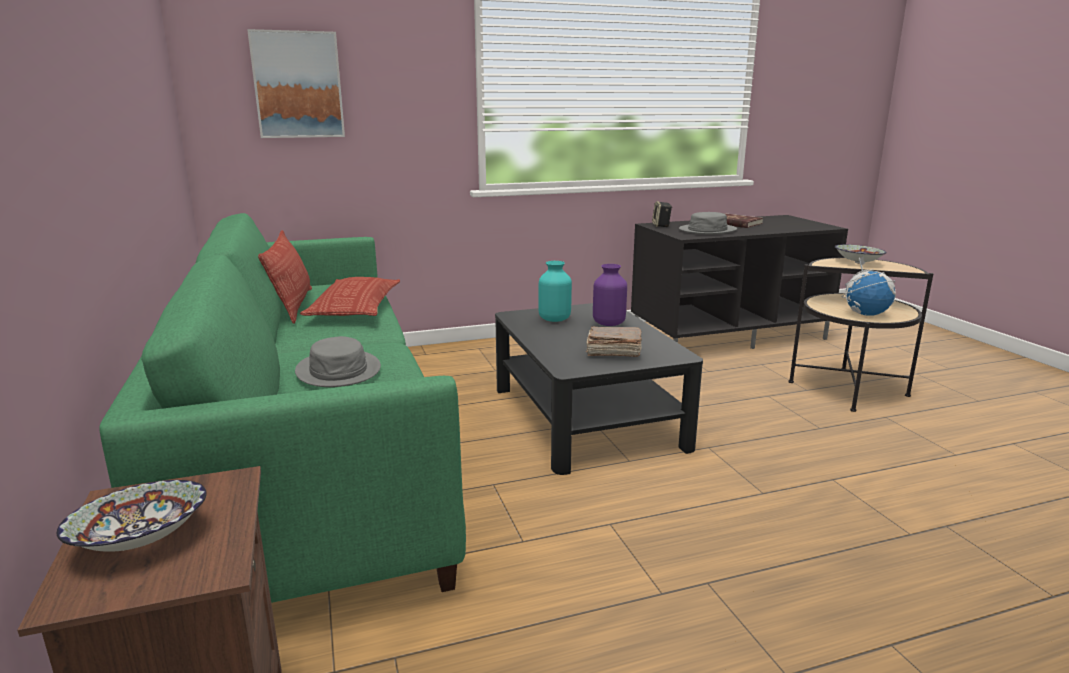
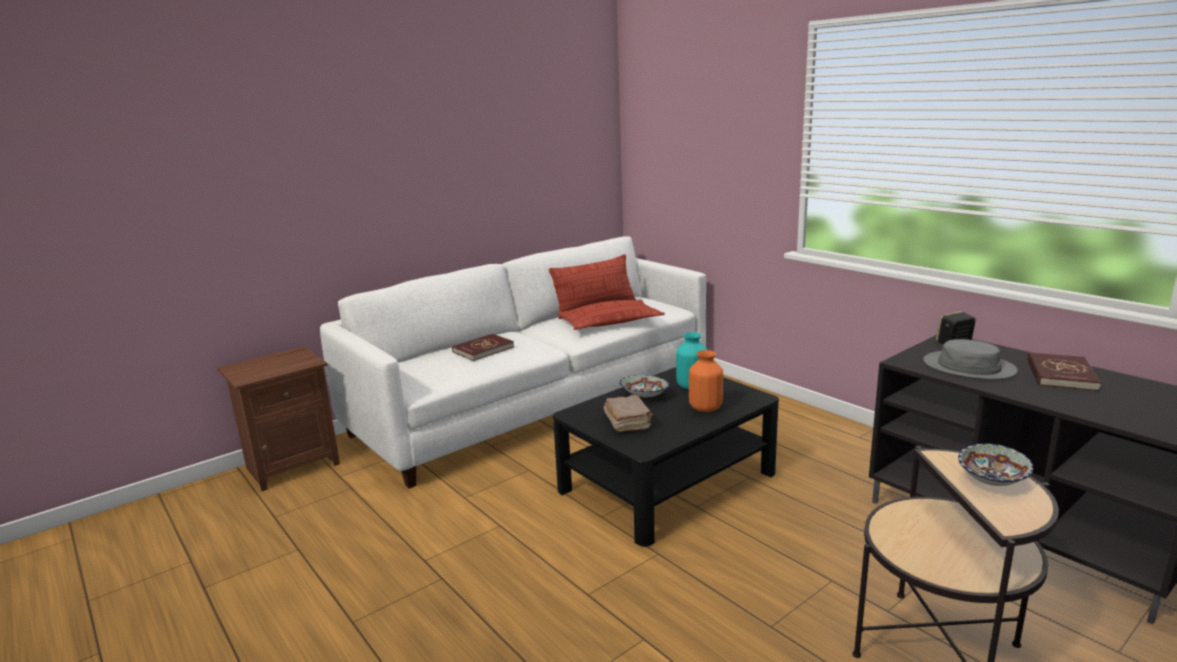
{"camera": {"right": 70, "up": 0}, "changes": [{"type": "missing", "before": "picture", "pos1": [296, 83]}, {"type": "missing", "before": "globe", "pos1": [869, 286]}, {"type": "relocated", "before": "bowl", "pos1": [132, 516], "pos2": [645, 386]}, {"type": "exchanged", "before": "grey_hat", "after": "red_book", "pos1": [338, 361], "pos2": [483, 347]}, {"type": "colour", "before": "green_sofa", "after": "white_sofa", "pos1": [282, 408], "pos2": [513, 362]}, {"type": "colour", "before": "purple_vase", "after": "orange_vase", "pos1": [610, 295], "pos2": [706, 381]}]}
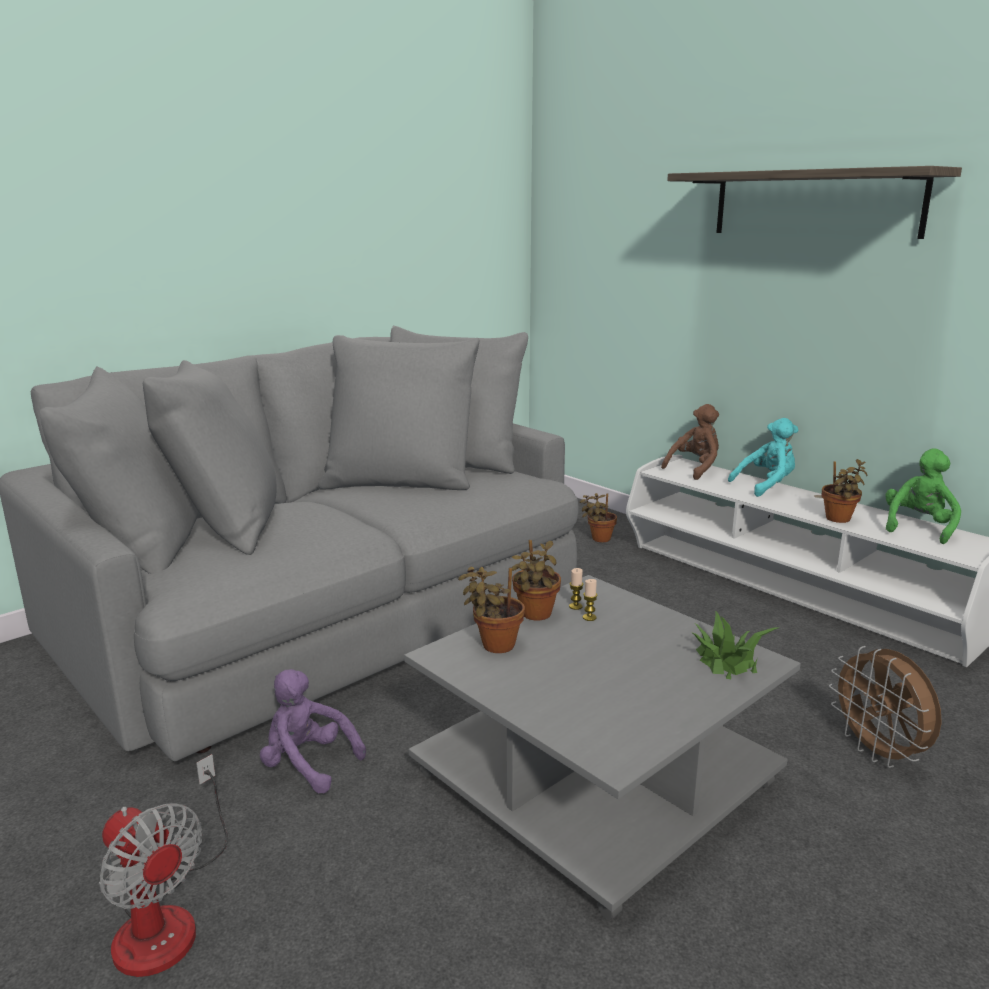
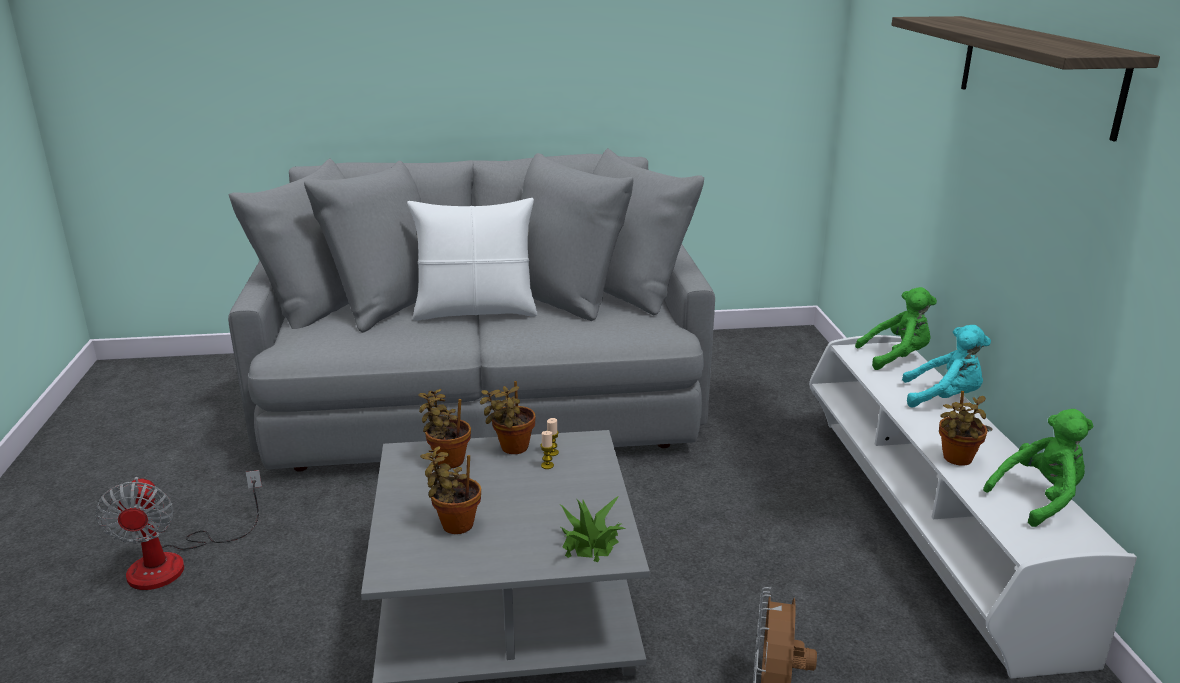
{"camera": {"right": 35, "up": 5}, "changes": [{"type": "missing", "before": "purple_plush_toy", "pos1": [313, 731]}, {"type": "appeared", "after": "white_pillow", "pos2": [472, 259]}, {"type": "relocated", "before": "potted_plant", "pos1": [598, 517], "pos2": [450, 490]}, {"type": "colour", "before": "brown_plush_toy", "after": "green_plush_toy", "pos1": [690, 442], "pos2": [896, 328]}]}
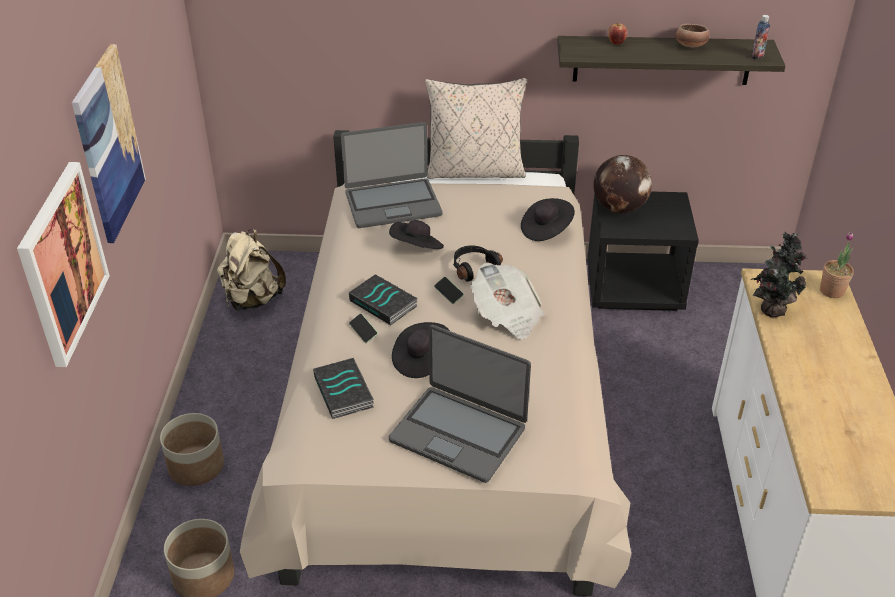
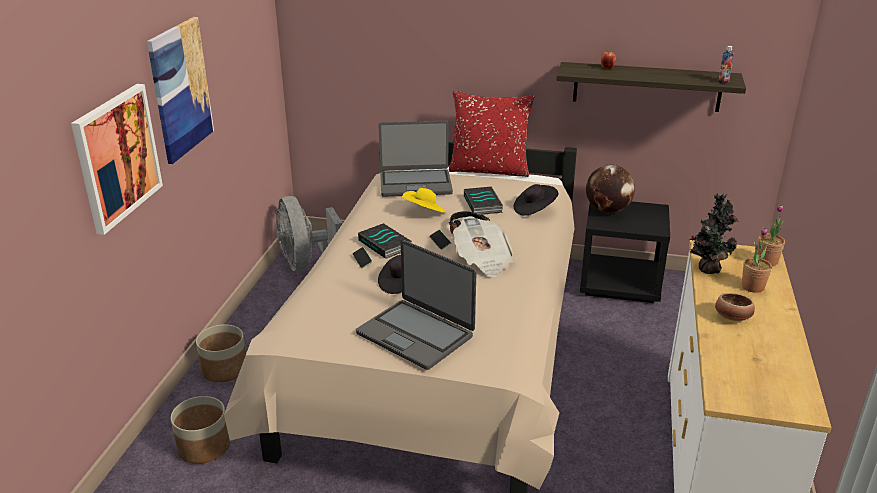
{"camera": {"right": 10, "up": -10}, "changes": [{"type": "appeared", "after": "potted_plant", "pos2": [757, 260]}, {"type": "relocated", "before": "book", "pos1": [343, 388], "pos2": [483, 200]}, {"type": "relocated", "before": "bowl", "pos1": [692, 35], "pos2": [735, 307]}, {"type": "exchanged", "before": "beige_backpack", "after": "grey_fan", "pos1": [251, 270], "pos2": [309, 234]}, {"type": "colour", "before": "black_hat", "after": "yellow_hat", "pos1": [416, 234], "pos2": [424, 200]}, {"type": "colour", "before": "beige_pillow", "after": "red_pillow", "pos1": [476, 128], "pos2": [491, 134]}]}
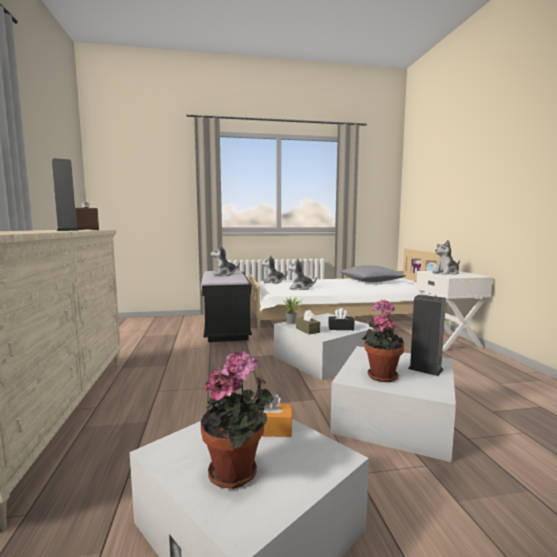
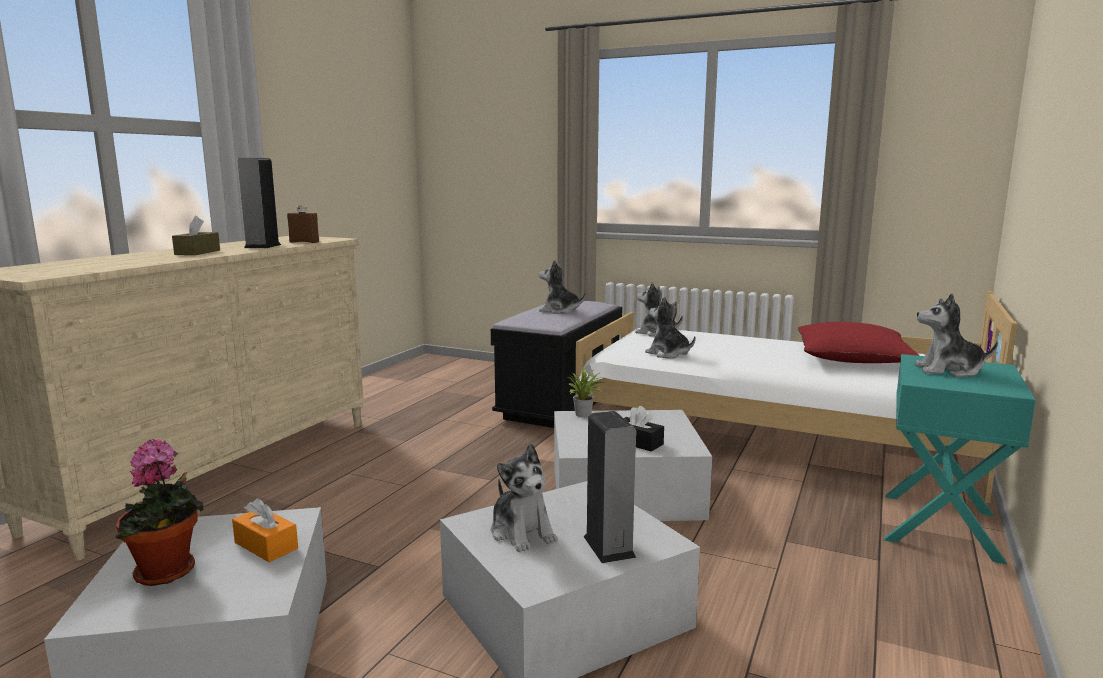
{"camera": {"right": 35, "up": 5}, "changes": [{"type": "relocated", "before": "brown_tissue_box", "pos1": [308, 322], "pos2": [196, 235]}, {"type": "exchanged", "before": "potted_plant", "after": "plush_toy", "pos1": [383, 341], "pos2": [524, 498]}, {"type": "colour", "before": "grey_pillow", "after": "red_pillow", "pos1": [373, 273], "pos2": [858, 342]}, {"type": "colour", "before": "white_nightstand", "after": "turquoise_nightstand", "pos1": [454, 311], "pos2": [960, 459]}]}
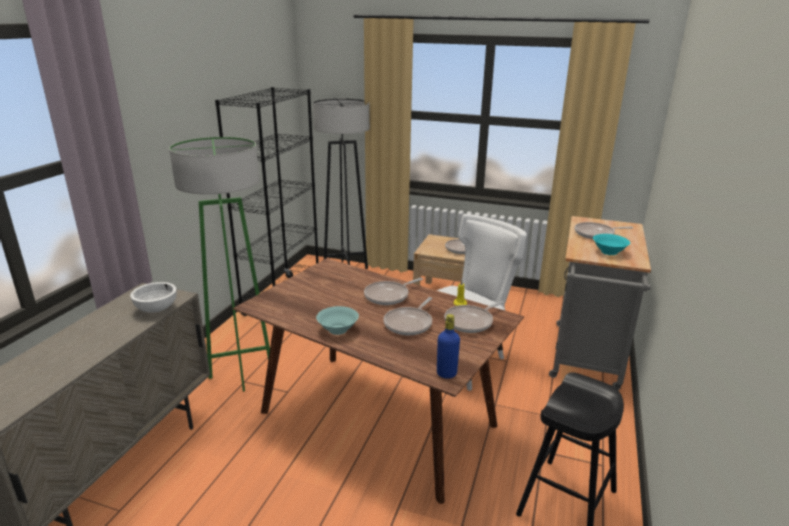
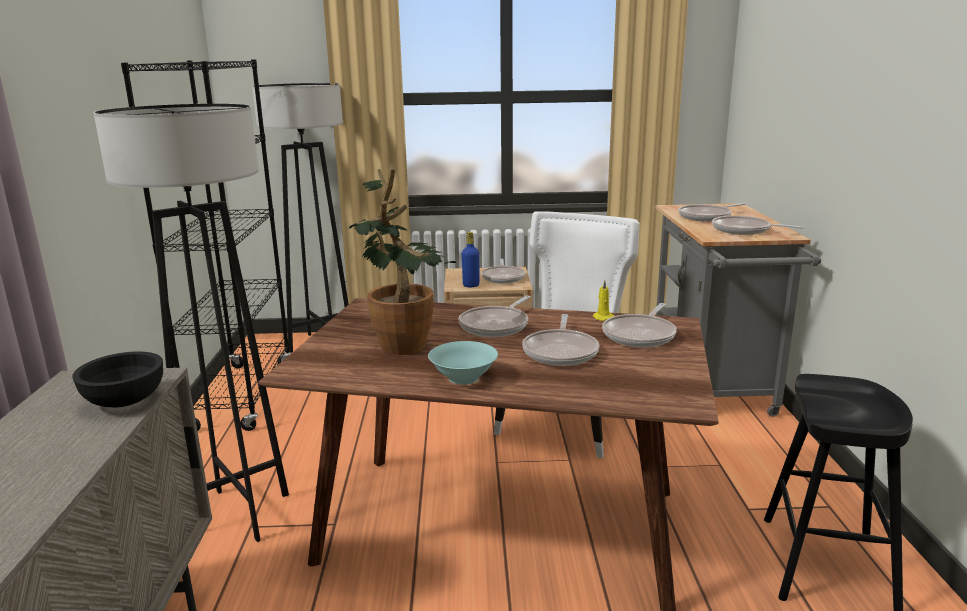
{"camera": {"right": -20, "up": -5}, "changes": [{"type": "appeared", "after": "potted_plant", "pos2": [403, 262]}, {"type": "relocated", "before": "blue_bottle", "pos1": [448, 346], "pos2": [470, 259]}, {"type": "exchanged", "before": "turquoise_bowl", "after": "frying_pan", "pos1": [611, 244], "pos2": [758, 225]}, {"type": "colour", "before": "white_bowl", "after": "black_bowl", "pos1": [153, 297], "pos2": [117, 379]}, {"type": "colour", "before": "green_floor_lamp", "after": "grey_floor_lamp", "pos1": [219, 264], "pos2": [191, 323]}]}
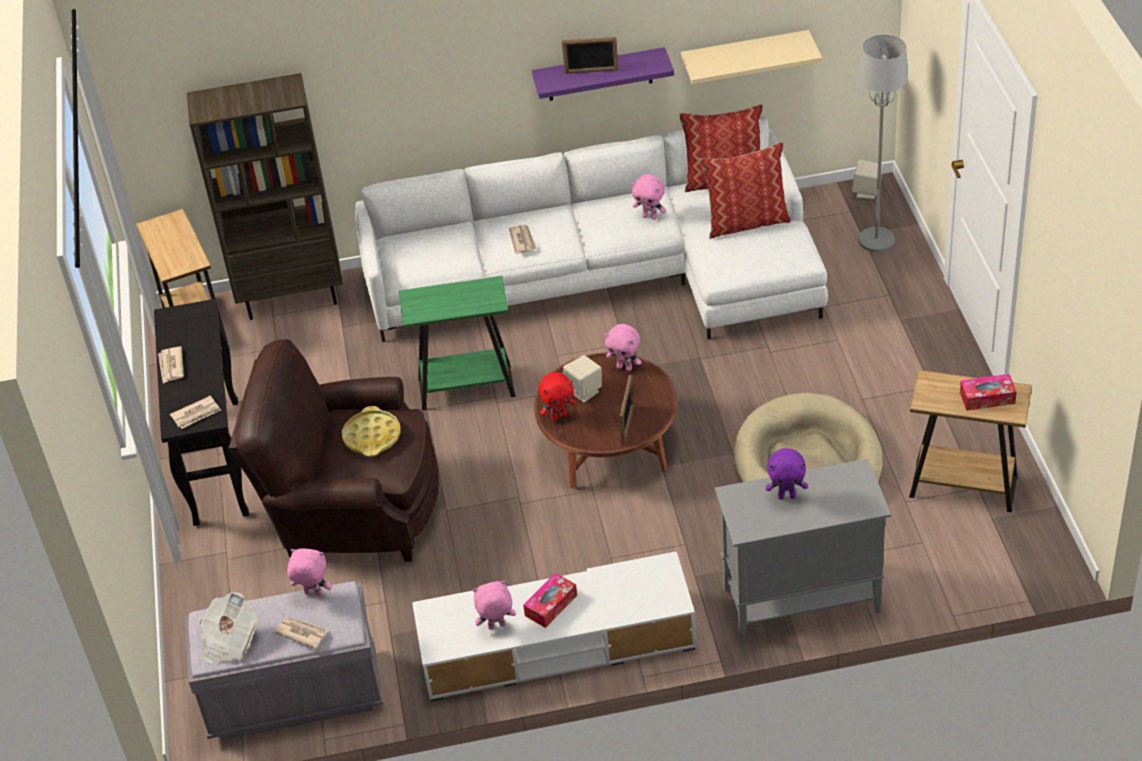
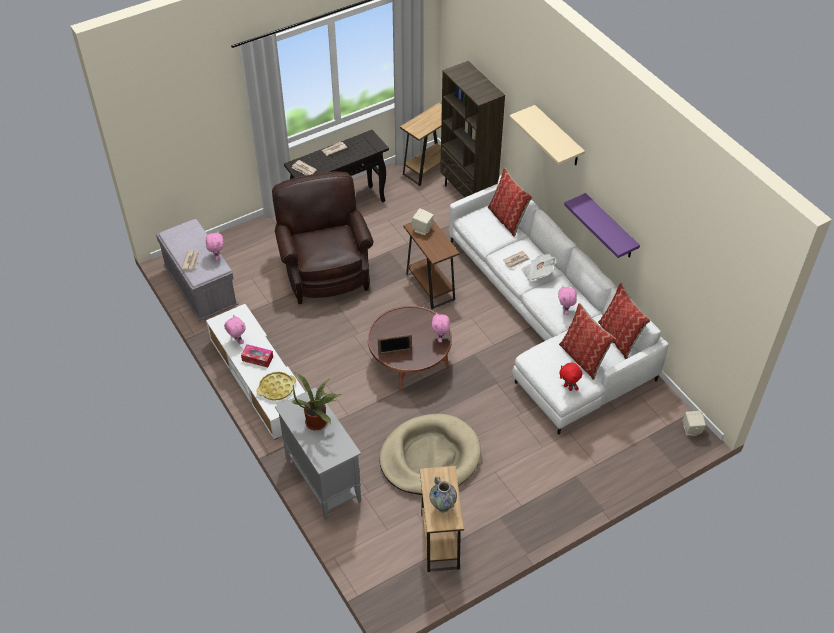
{"camera": {"right": 65, "up": 5}, "changes": [{"type": "missing", "before": "picture_frame", "pos1": [590, 55]}, {"type": "missing", "before": "grey_floor_lamp", "pos1": [883, 143]}, {"type": "appeared", "after": "pillow", "pos2": [510, 202]}, {"type": "relocated", "before": "newspaper", "pos1": [229, 627], "pos2": [539, 267]}, {"type": "relocated", "before": "yellow_tray", "pos1": [371, 431], "pos2": [276, 386]}, {"type": "relocated", "before": "red_plush_toy", "pos1": [557, 396], "pos2": [570, 377]}, {"type": "relocated", "before": "beige_speaker", "pos1": [582, 378], "pos2": [423, 221]}, {"type": "relocated", "before": "beige_shelf", "pos1": [751, 57], "pos2": [547, 135]}, {"type": "exchanged", "before": "purple_plush_toy", "after": "potted_plant", "pos1": [787, 473], "pos2": [316, 401]}, {"type": "exchanged", "before": "tissue_box", "after": "vase", "pos1": [988, 392], "pos2": [443, 494]}, {"type": "colour", "before": "green_side_table", "after": "brown_side_table", "pos1": [457, 343], "pos2": [431, 264]}]}
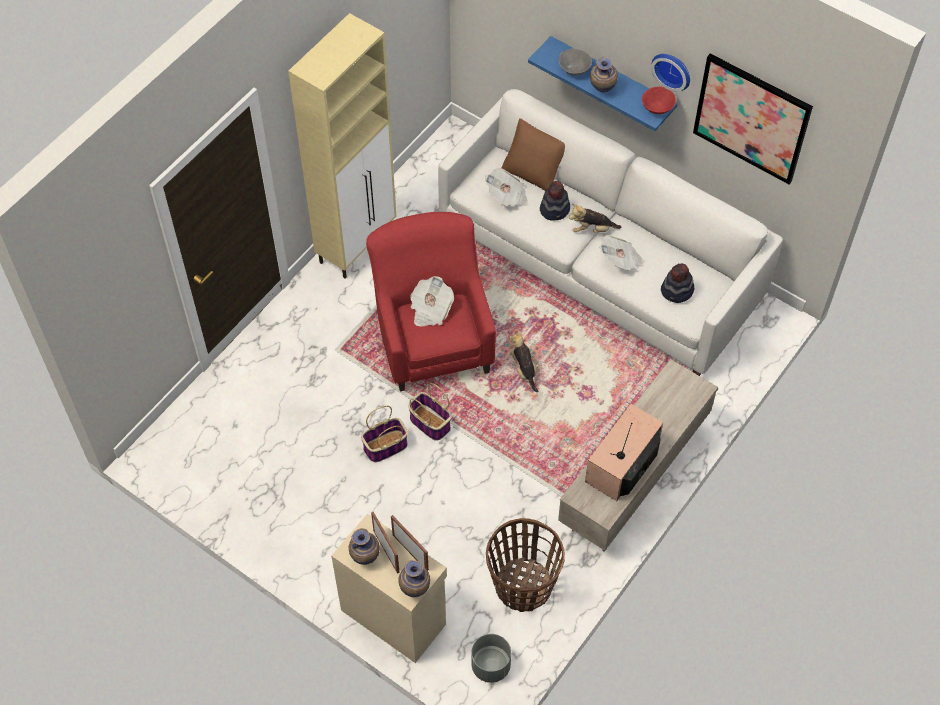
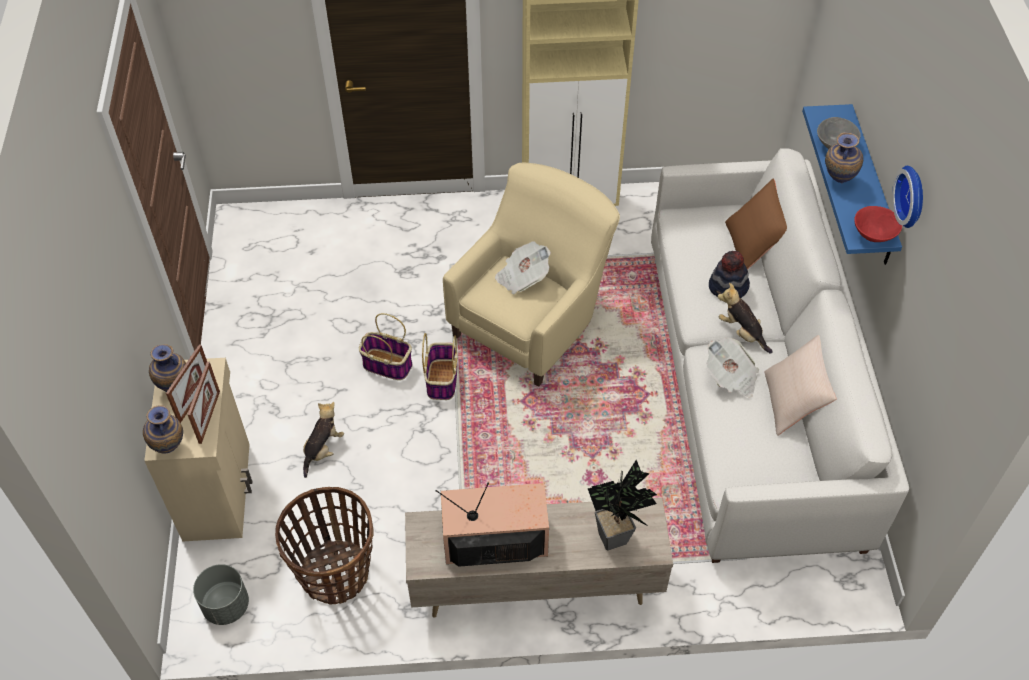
{"camera": {"right": 50, "up": -5}, "changes": [{"type": "missing", "before": "newspaper", "pos1": [506, 187]}, {"type": "missing", "before": "hat", "pos1": [677, 283]}, {"type": "missing", "before": "picture", "pos1": [753, 118]}, {"type": "appeared", "after": "potted_plant", "pos2": [622, 505]}, {"type": "appeared", "after": "beige_pillow", "pos2": [800, 385]}, {"type": "relocated", "before": "plush_toy", "pos1": [524, 361], "pos2": [323, 440]}, {"type": "colour", "before": "red_armchair", "after": "beige_armchair", "pos1": [431, 301], "pos2": [531, 275]}]}
